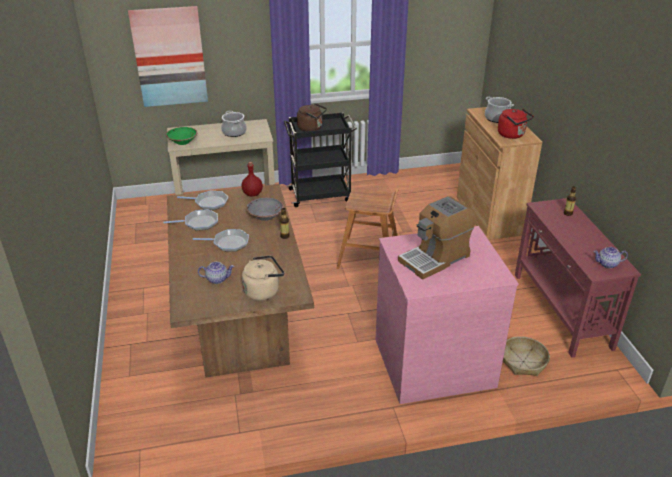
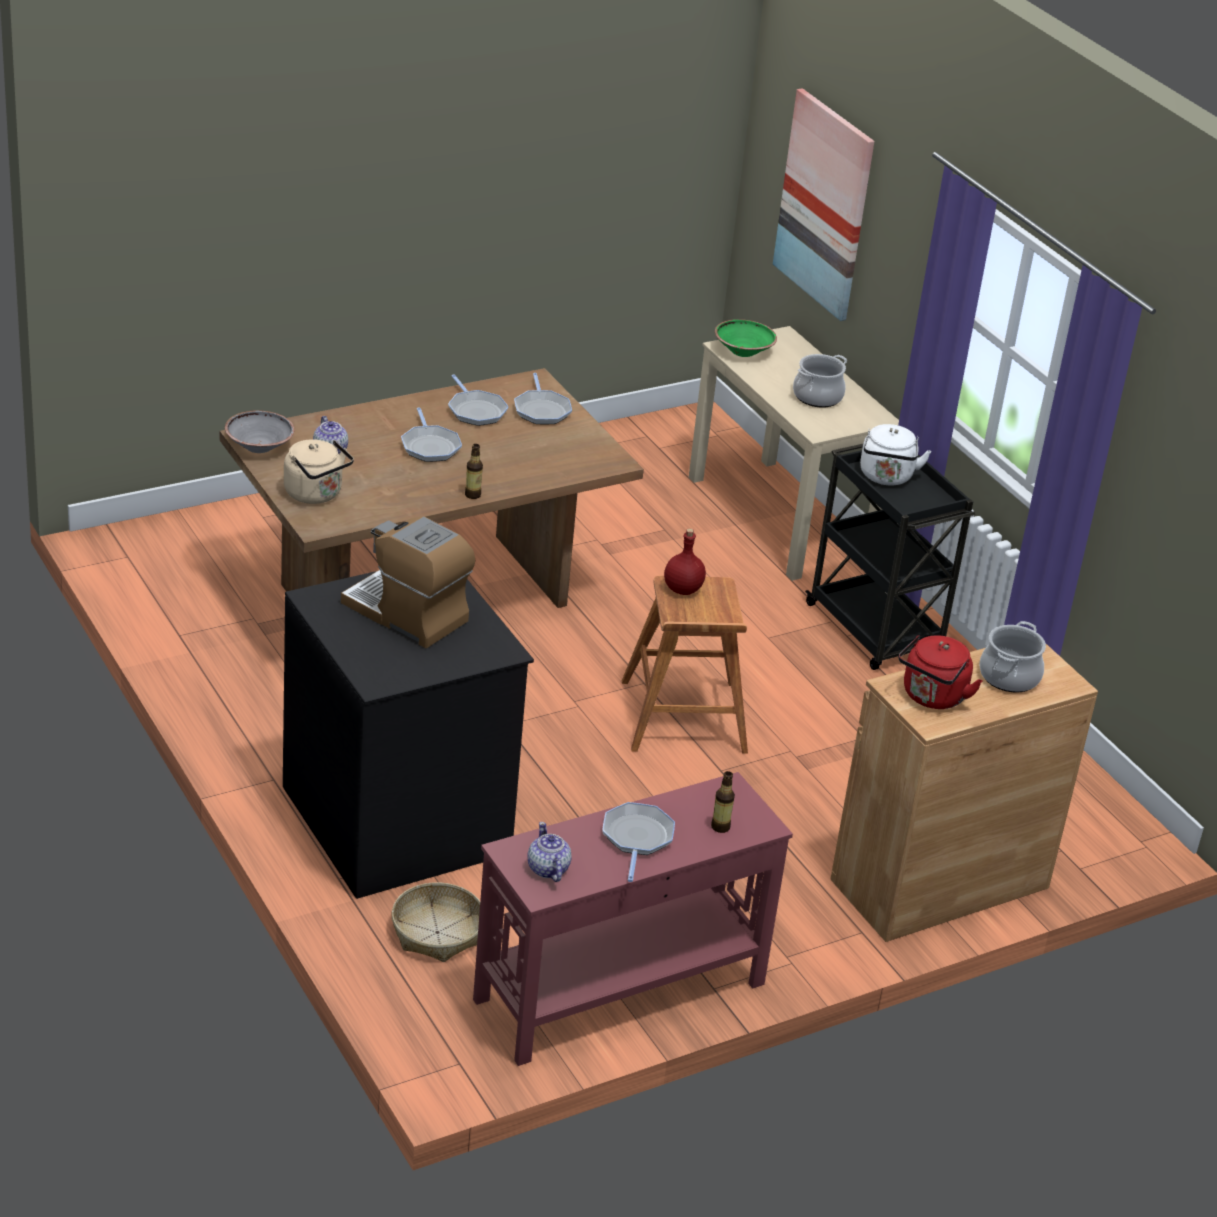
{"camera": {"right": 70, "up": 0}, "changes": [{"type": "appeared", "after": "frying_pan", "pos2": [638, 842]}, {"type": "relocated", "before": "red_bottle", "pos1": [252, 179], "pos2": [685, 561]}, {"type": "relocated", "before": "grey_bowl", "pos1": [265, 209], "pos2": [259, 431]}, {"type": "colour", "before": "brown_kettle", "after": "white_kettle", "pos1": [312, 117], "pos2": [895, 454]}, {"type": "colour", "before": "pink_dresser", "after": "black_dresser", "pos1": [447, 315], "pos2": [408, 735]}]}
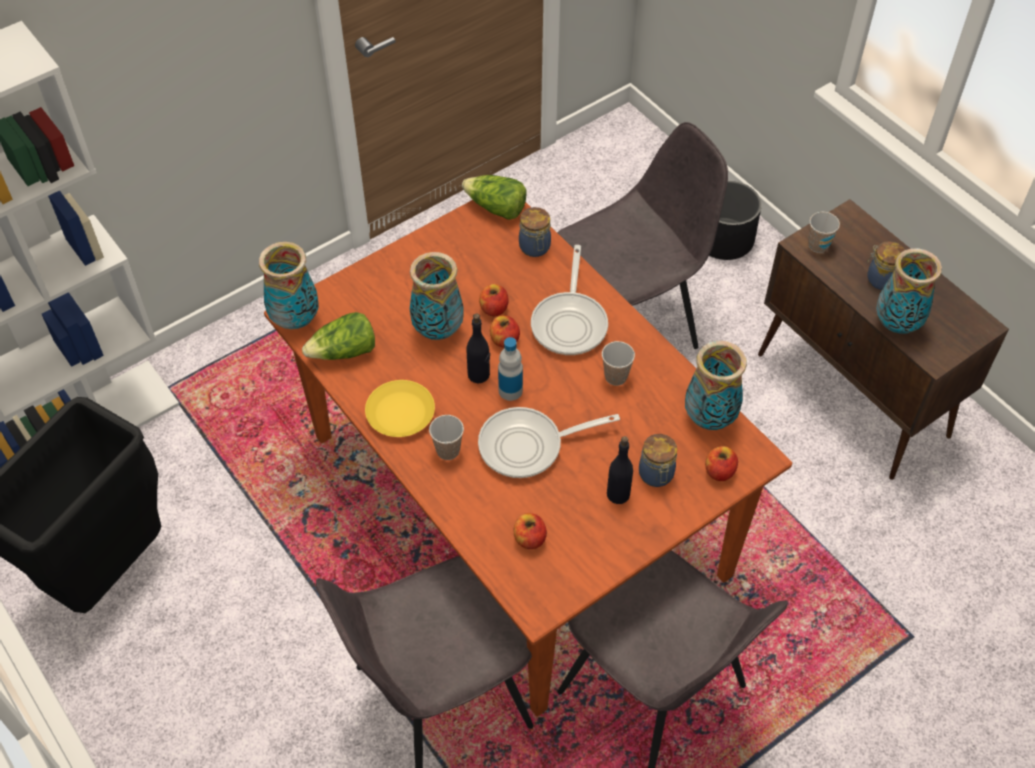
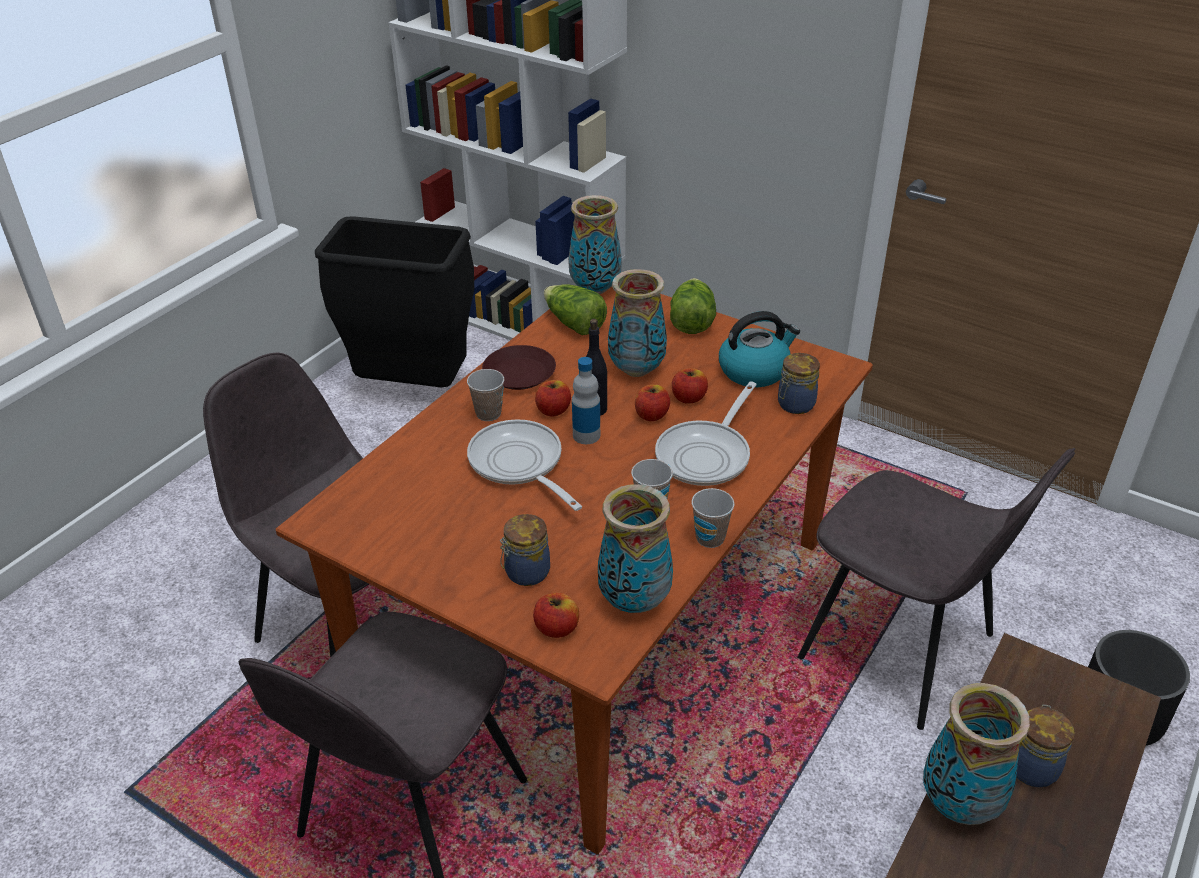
{"camera": {"right": 70, "up": -15}, "changes": [{"type": "missing", "before": "black_bottle", "pos1": [620, 470]}, {"type": "appeared", "after": "kettle", "pos2": [759, 349]}, {"type": "relocated", "before": "lettuce", "pos1": [494, 197], "pos2": [693, 306]}, {"type": "relocated", "before": "apple", "pos1": [530, 531], "pos2": [553, 398]}, {"type": "relocated", "before": "cup", "pos1": [824, 232], "pos2": [713, 518]}, {"type": "colour", "before": "yellow_plate", "after": "brown_plate", "pos1": [400, 408], "pos2": [519, 367]}, {"type": "spun", "before": "frying_pan", "pos1": [569, 300], "pos2": [706, 433], "turn": -45}]}
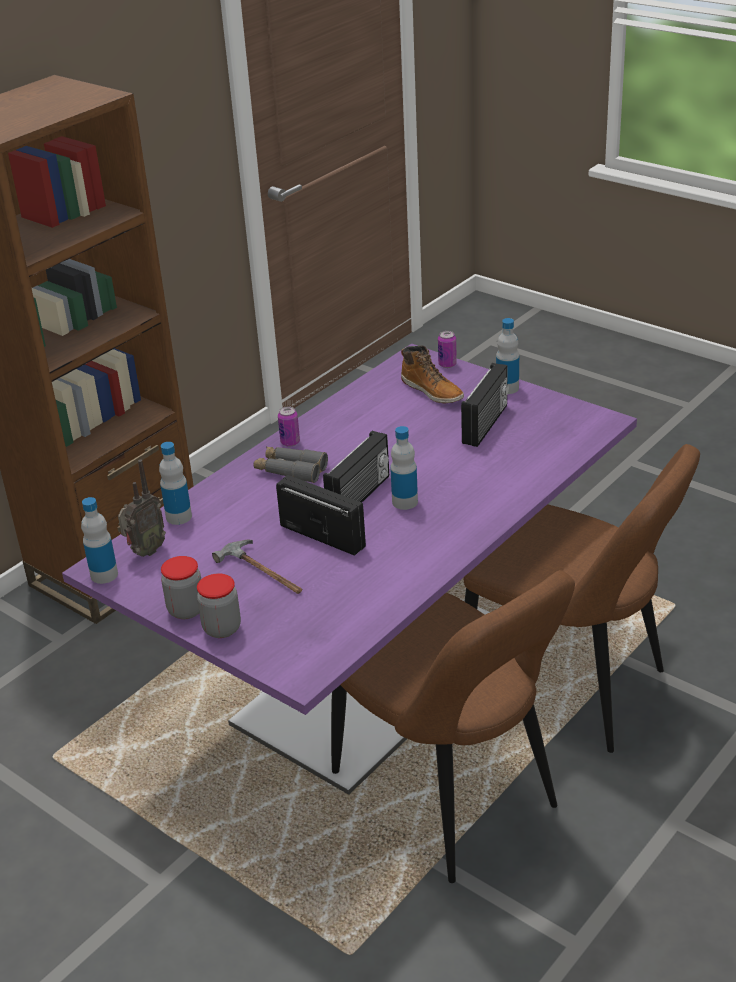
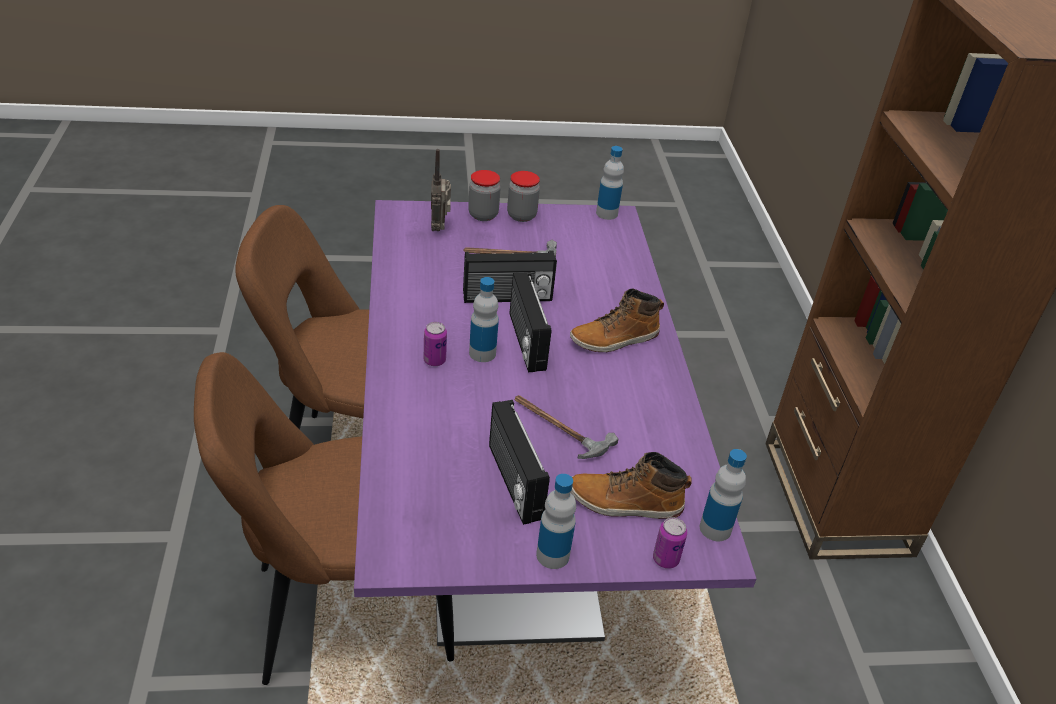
{"camera": {"right": 130, "up": 5}, "changes": [{"type": "appeared", "after": "hammer", "pos2": [566, 427]}, {"type": "relocated", "before": "radio", "pos1": [142, 508], "pos2": [441, 190]}, {"type": "relocated", "before": "bottle", "pos1": [175, 483], "pos2": [723, 495]}, {"type": "relocated", "before": "can", "pos1": [289, 427], "pos2": [435, 344]}, {"type": "exchanged", "before": "grey_binoculars", "after": "boot", "pos1": [291, 465], "pos2": [617, 320]}]}
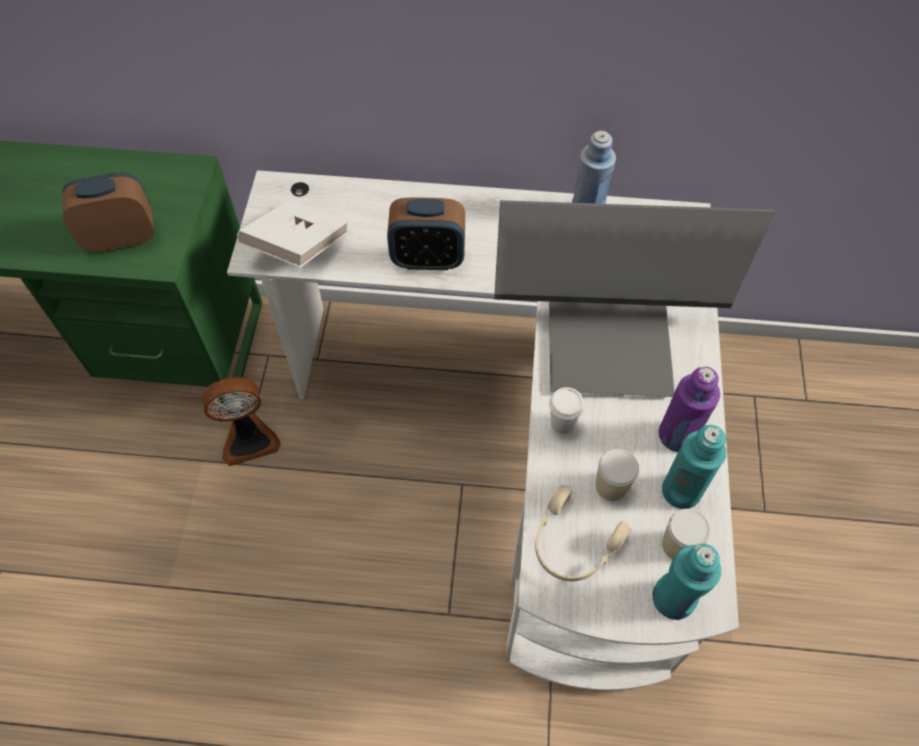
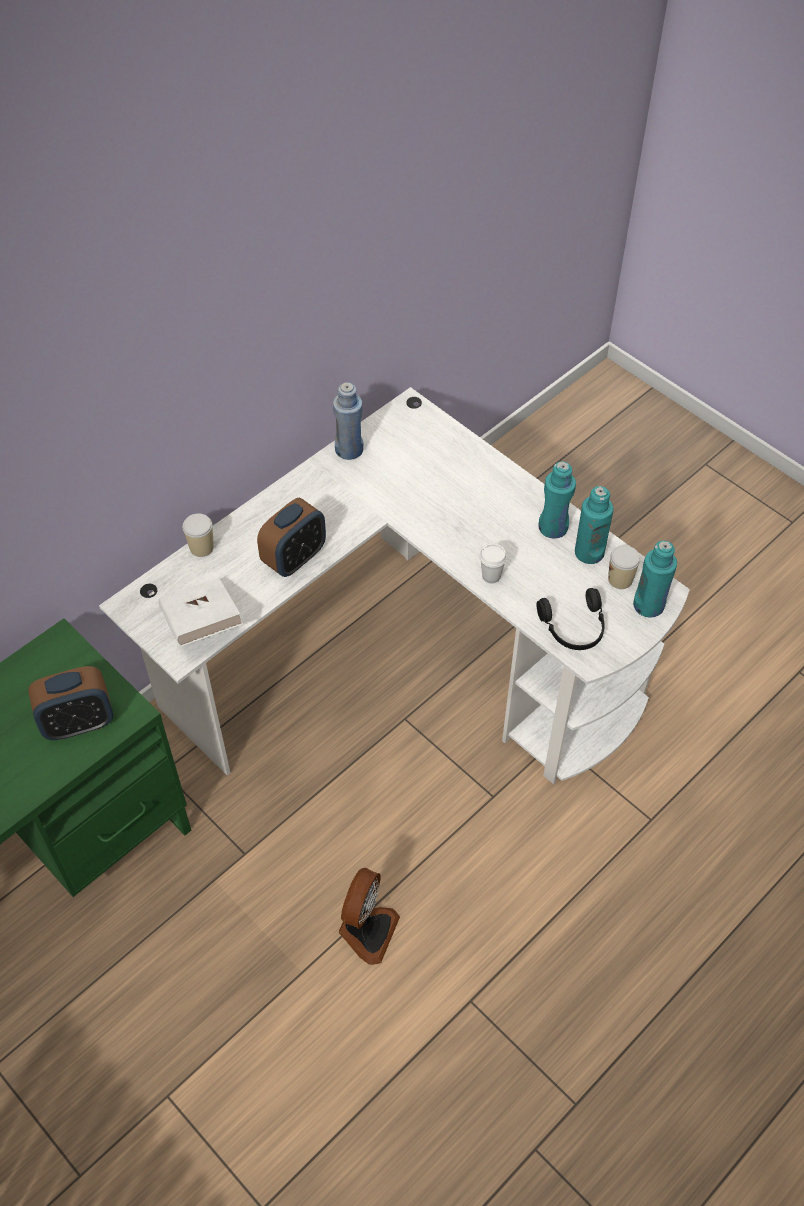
{"camera": {"right": -50, "up": -5}, "changes": [{"type": "missing", "before": "monitor", "pos1": [634, 298]}, {"type": "relocated", "before": "fan", "pos1": [241, 421], "pos2": [369, 916]}, {"type": "relocated", "before": "cup", "pos1": [617, 475], "pos2": [198, 535]}, {"type": "colour", "before": "beige_headphones", "after": "black_headphones", "pos1": [583, 533], "pos2": [571, 619]}, {"type": "colour", "before": "purple_bottle", "after": "turquoise_bottle", "pos1": [689, 409], "pos2": [557, 500]}, {"type": "spun", "before": "alarm_clock", "pos1": [108, 212], "pos2": [70, 703], "turn": -135}]}
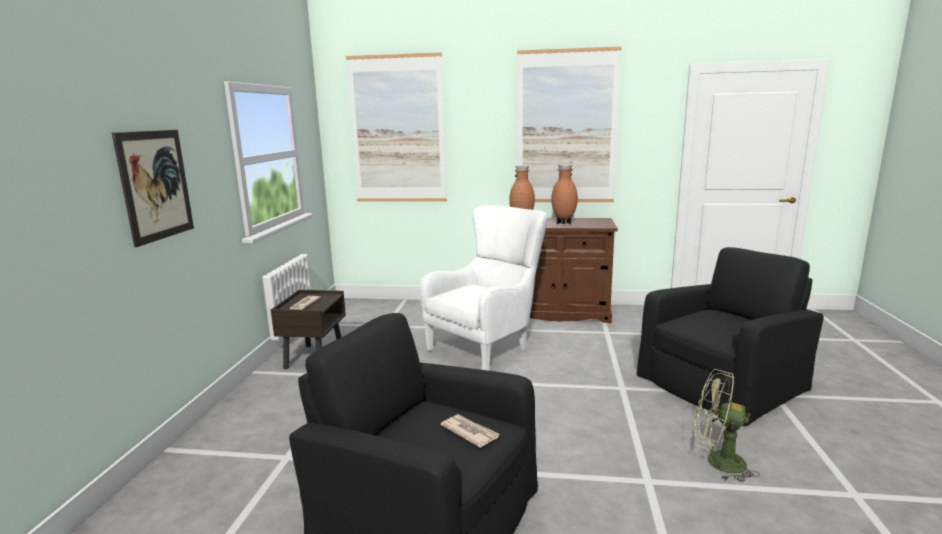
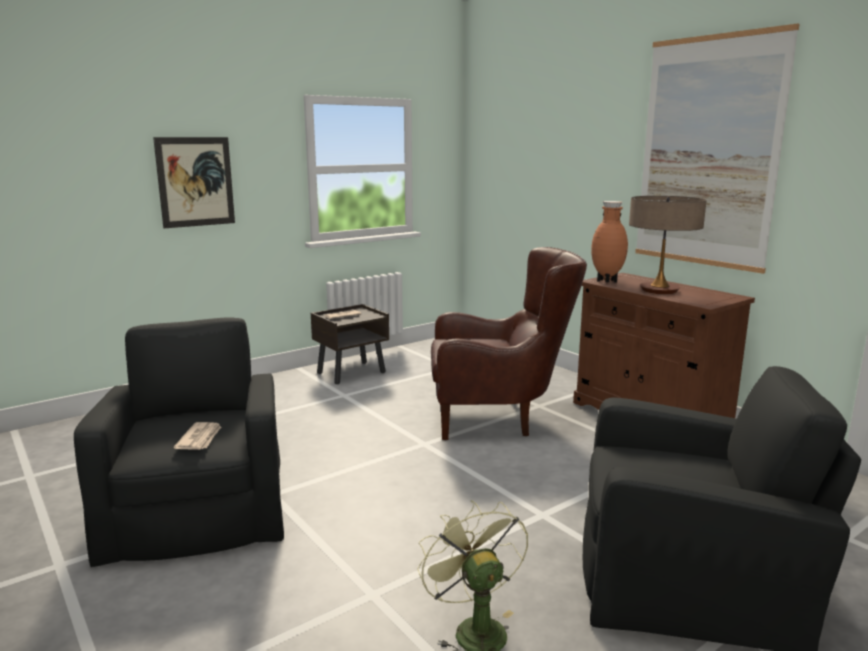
{"camera": {"right": 45, "up": 0}, "changes": [{"type": "missing", "before": "picture", "pos1": [396, 127]}, {"type": "exchanged", "before": "brown_vase", "after": "table_lamp", "pos1": [564, 194], "pos2": [668, 245]}, {"type": "colour", "before": "white_armchair", "after": "brown_armchair", "pos1": [484, 288], "pos2": [509, 343]}]}
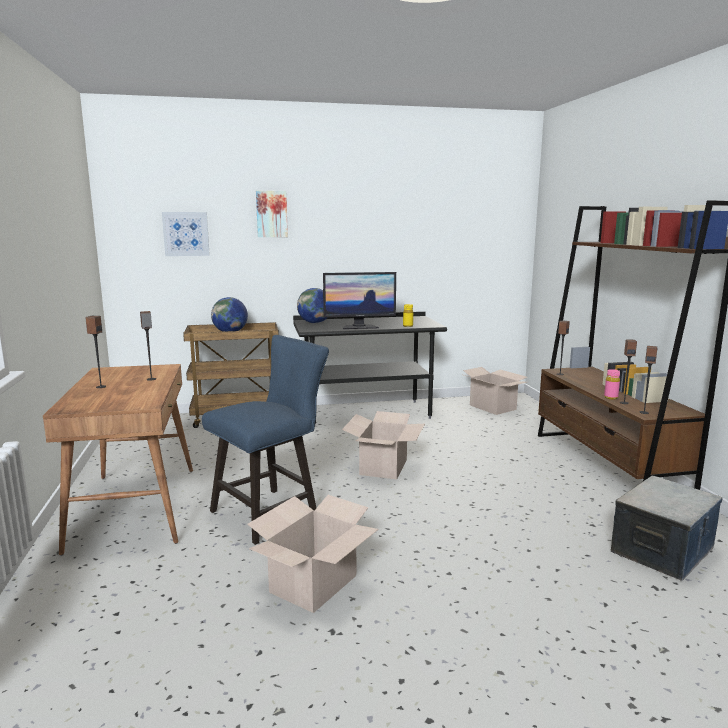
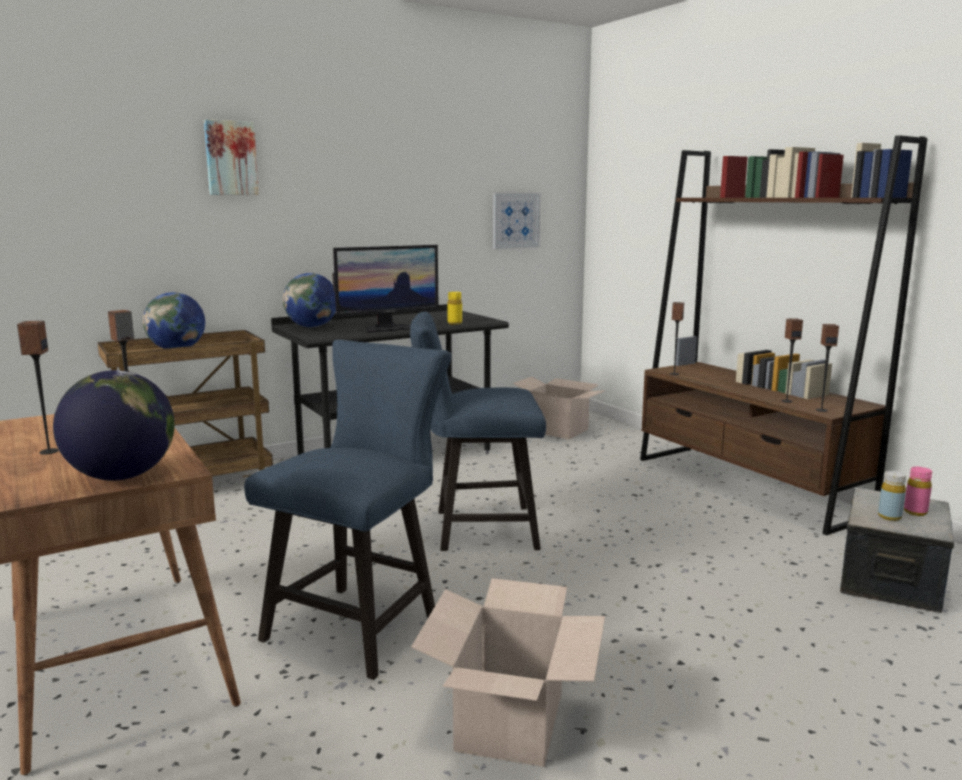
{"camera": {"right": -20, "up": 0}, "changes": [{"type": "appeared", "after": "globe", "pos2": [114, 425]}, {"type": "appeared", "after": "yellow_bottle", "pos2": [892, 495]}, {"type": "relocated", "before": "picture", "pos1": [186, 234], "pos2": [516, 221]}, {"type": "relocated", "before": "pink_bottle", "pos1": [612, 384], "pos2": [918, 491]}, {"type": "exchanged", "before": "cardboard_box", "after": "blue_chair", "pos1": [383, 445], "pos2": [478, 431]}]}
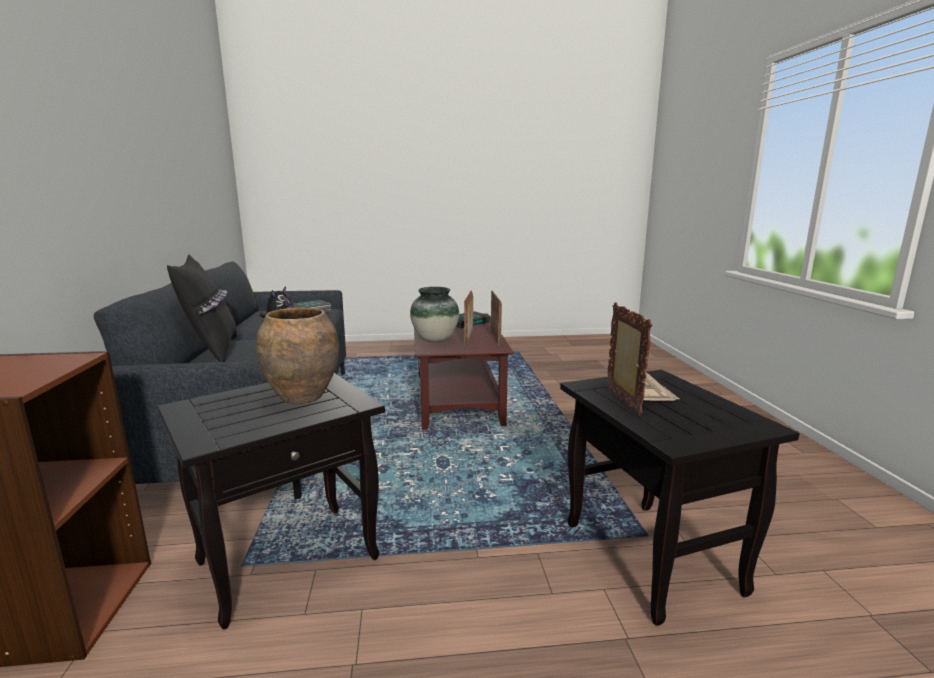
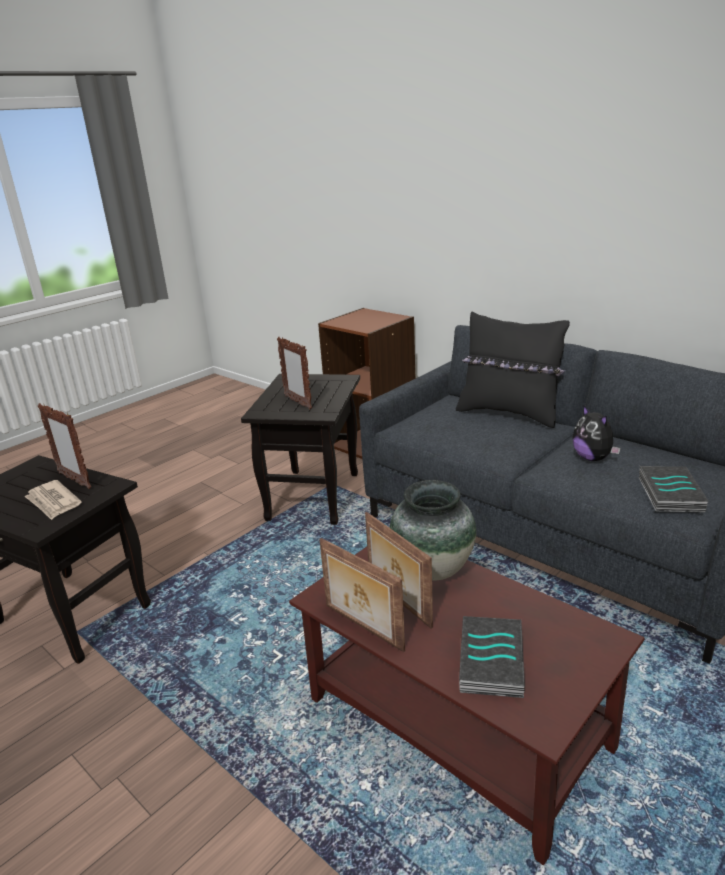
{"camera": {"right": 140, "up": 10}, "changes": [{"type": "exchanged", "before": "brown_vase", "after": "picture_frame", "pos1": [297, 356], "pos2": [294, 373]}]}
